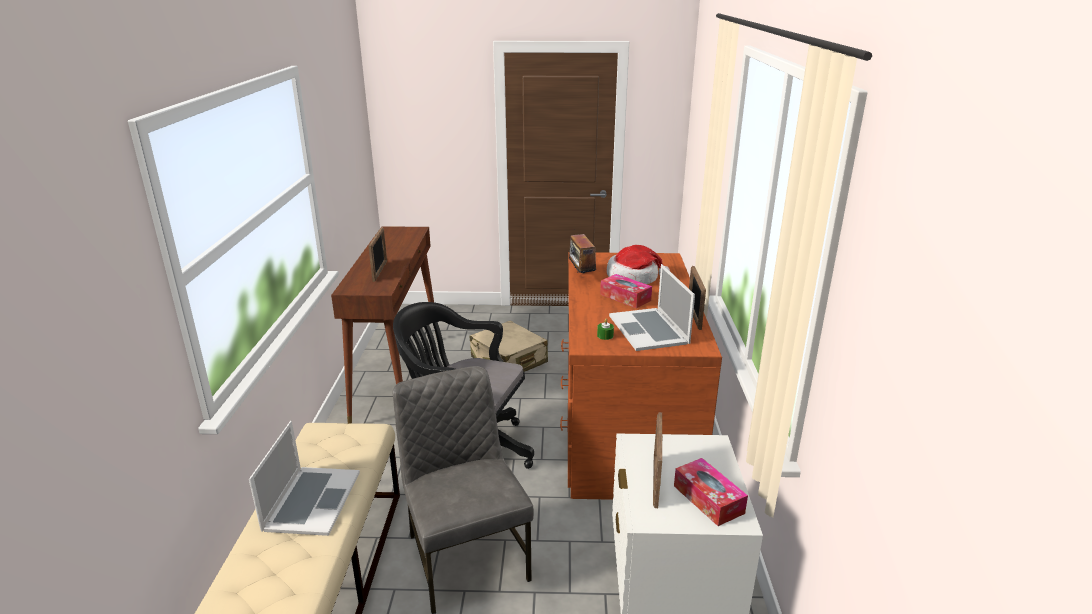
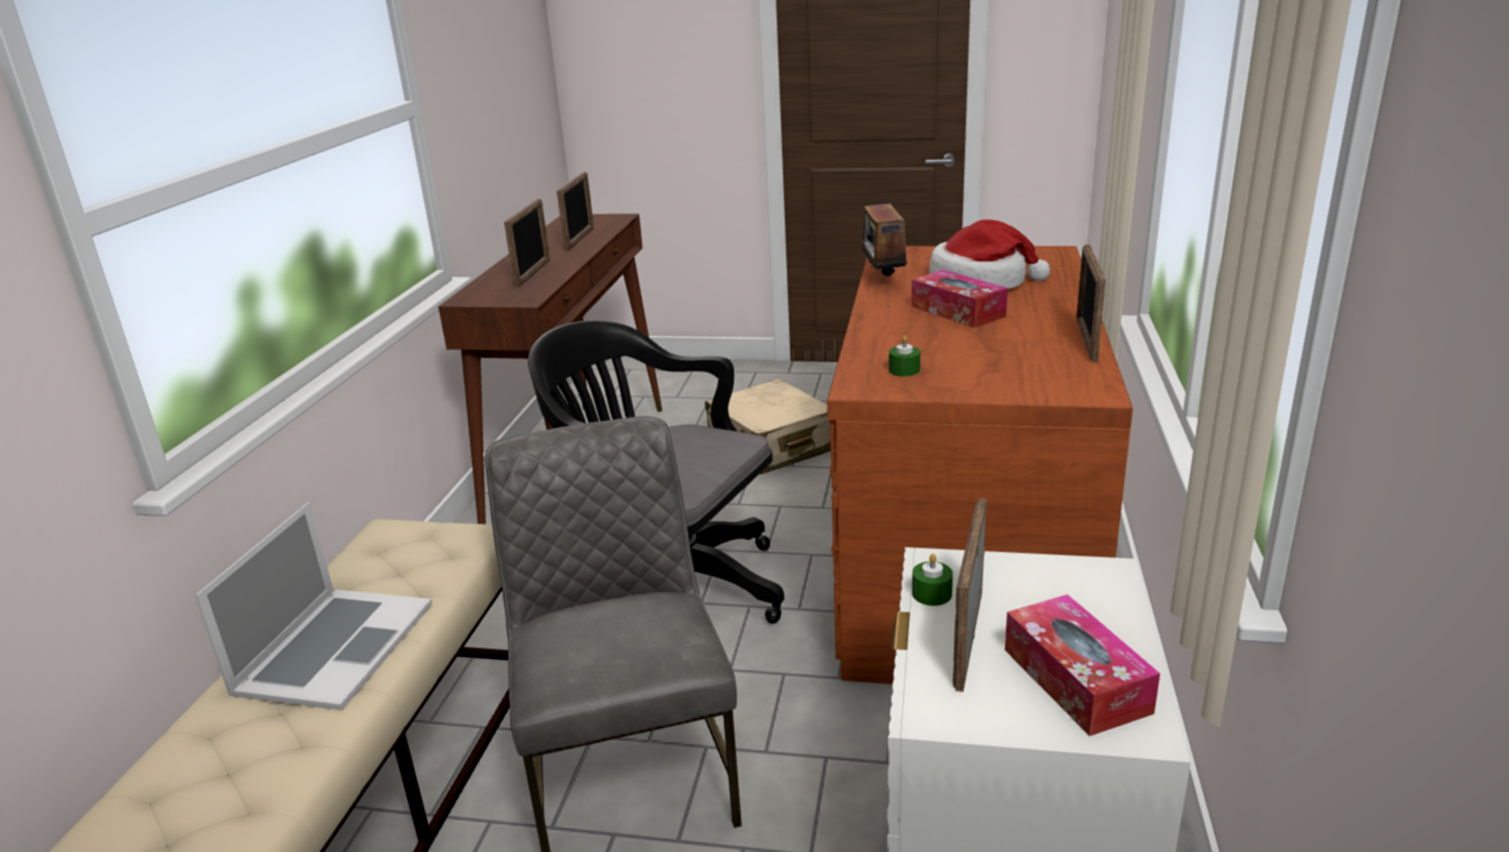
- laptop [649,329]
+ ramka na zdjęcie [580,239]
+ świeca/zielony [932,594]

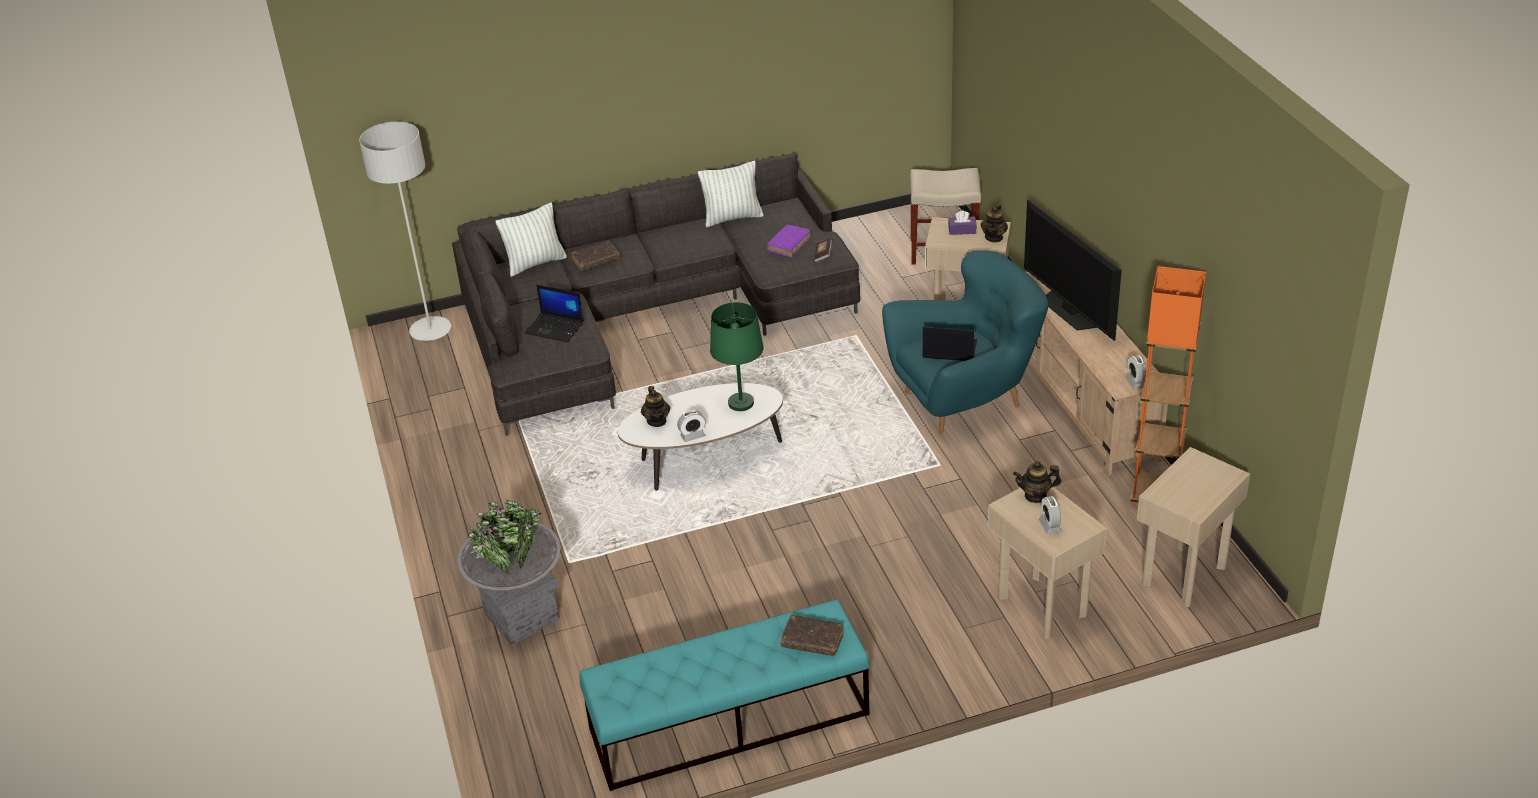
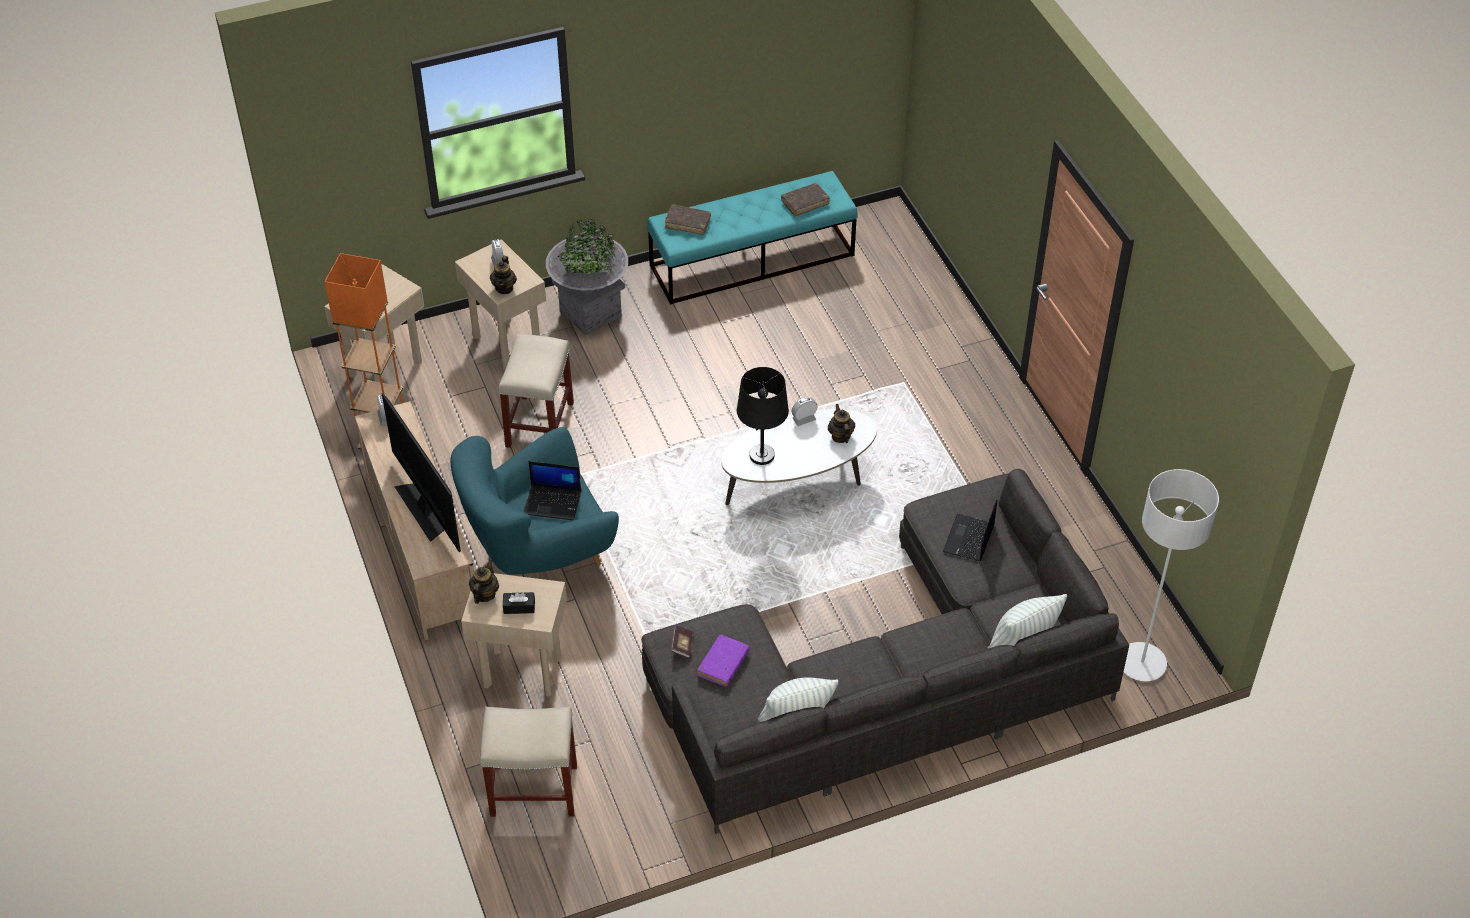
~ donica/szary [521,617] to [591,313]
~ laptop [555,328] = [969,539] 90 degrees counterclockwise
~ książka/brązowy [596,260] to [805,203]
~ lampa stołowa/zielony [741,403] to lampa stołowa/czarny [761,455]
~ pudełko chusteczek/fioletowy [962,230] to pudełko chusteczek/czarny [519,607]
~ imbryk [1036,495] = [504,288] 105 degrees clockwise
+ stołek/beżowy [539,423]

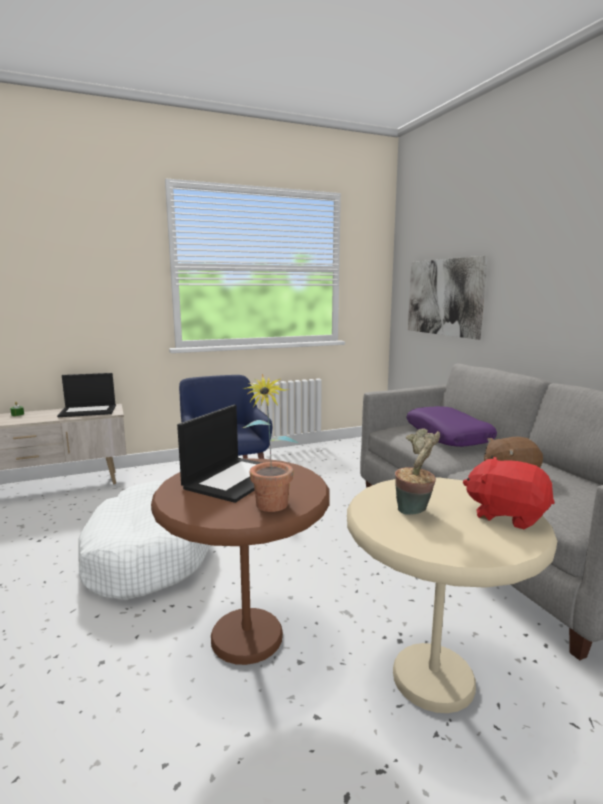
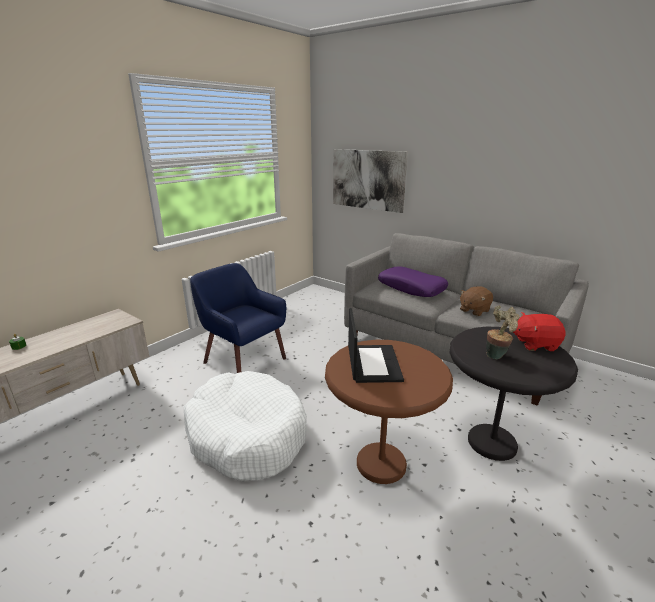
- laptop [88,411]
- roślina doniczkowa [270,509]
~ stolik/beżowy [433,678] to stolik/czarny [492,443]

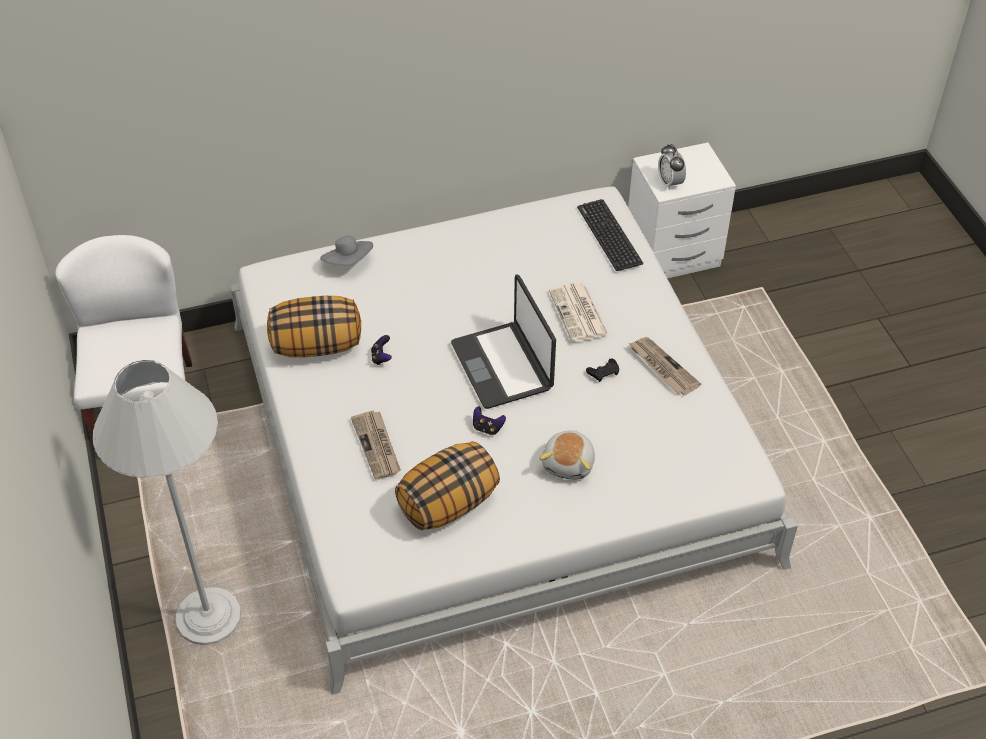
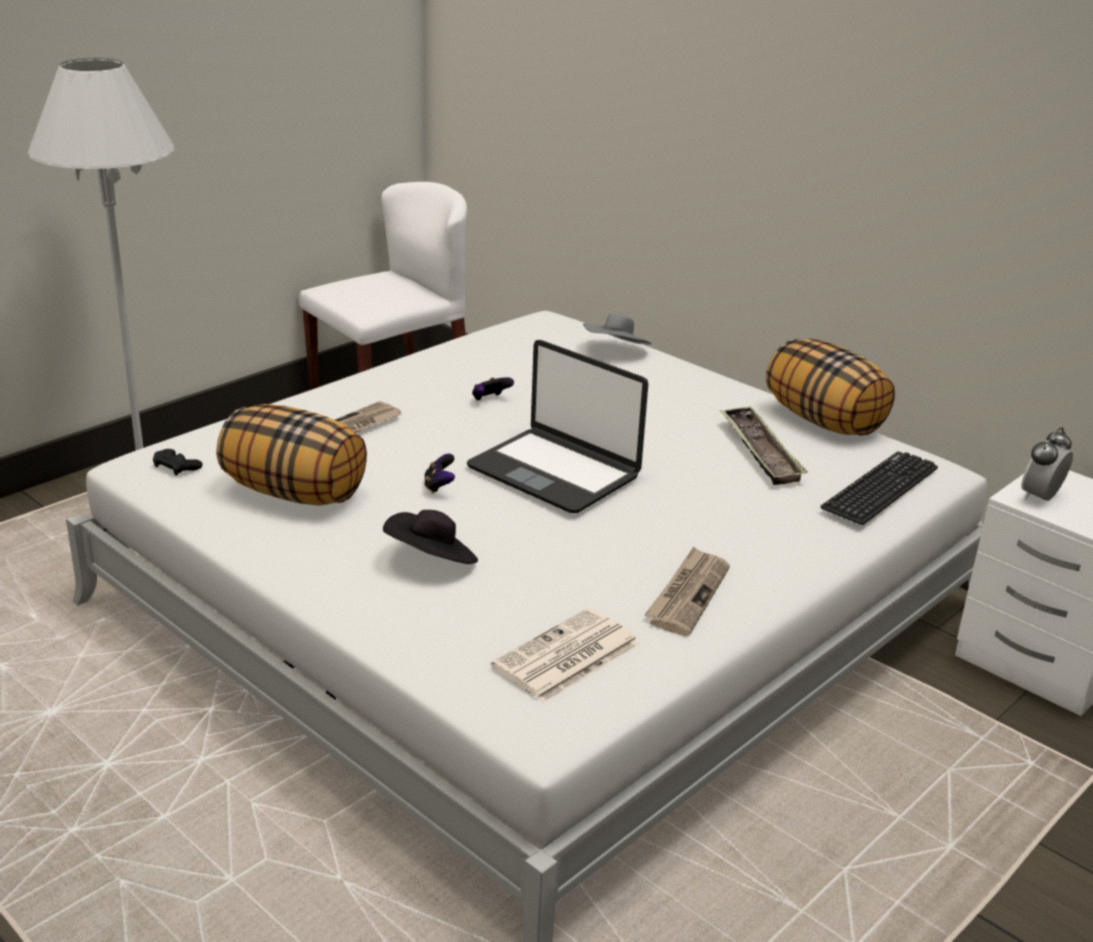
~ poduszka [317,345] to [824,421]
~ laptop [503,366] = [555,472] 90 degrees counterclockwise
~ pluszak [569,463] to kapelusz/czarny [432,561]
~ gazeta [579,314] to [566,657]
~ pad do gier/czarny [603,372] to [176,467]
+ taca [760,451]

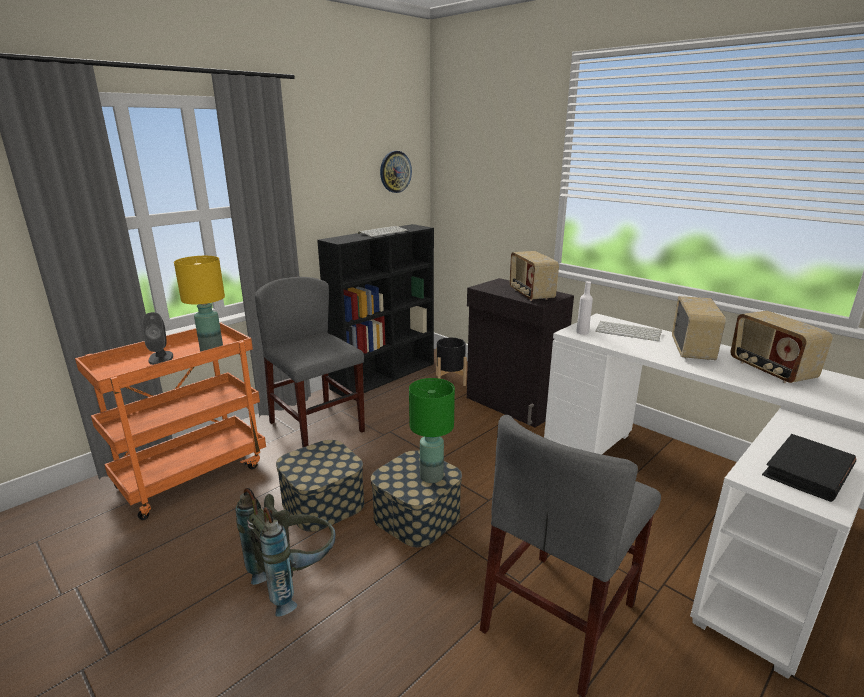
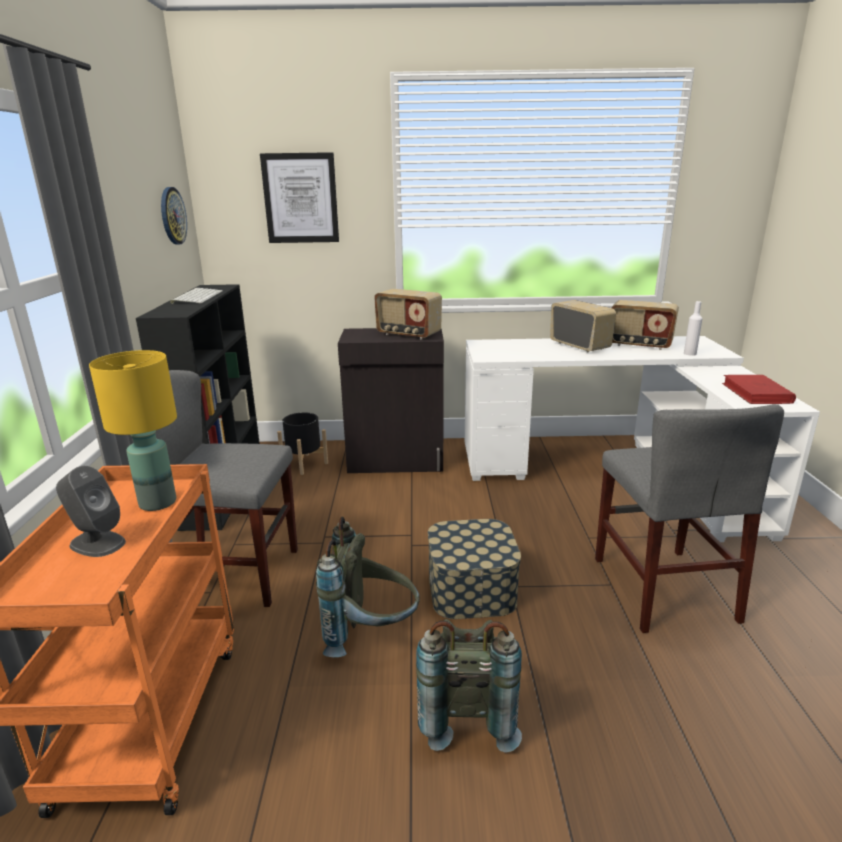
~ pojemnik do przechowywania [323,502] to plecak/szary [371,635]
- lampa stołowa/zielony [431,476]
~ butelka/biały [582,332] to [690,353]
- klawiatura [629,332]
~ książka/czarny [808,471] to książka/czerwony [756,393]
+ obraz [300,198]

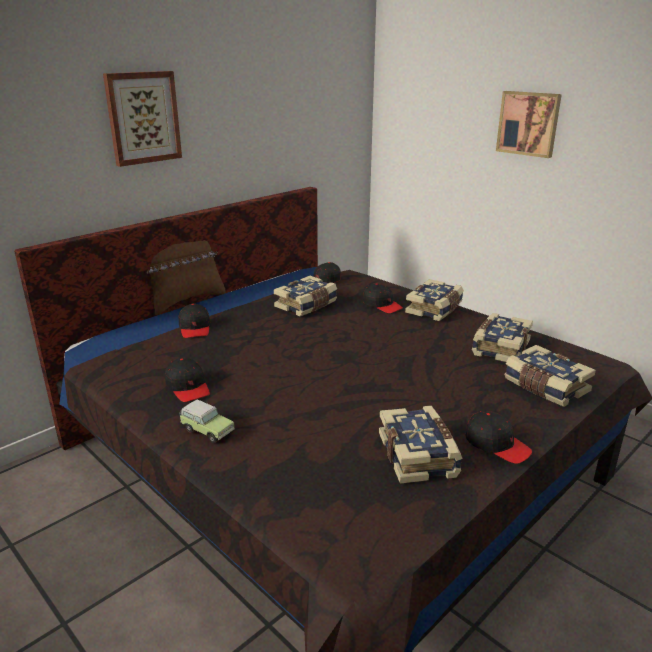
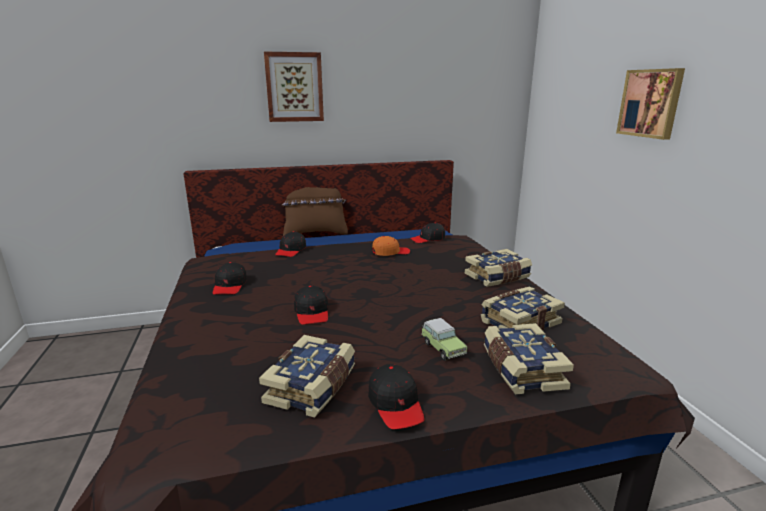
~ samochodzik [206,430] to [442,348]
~ książka [307,305] to czapka z daszkiem/pomarańczowy [390,252]
~ czapka z daszkiem/czarny [382,305] to [312,312]

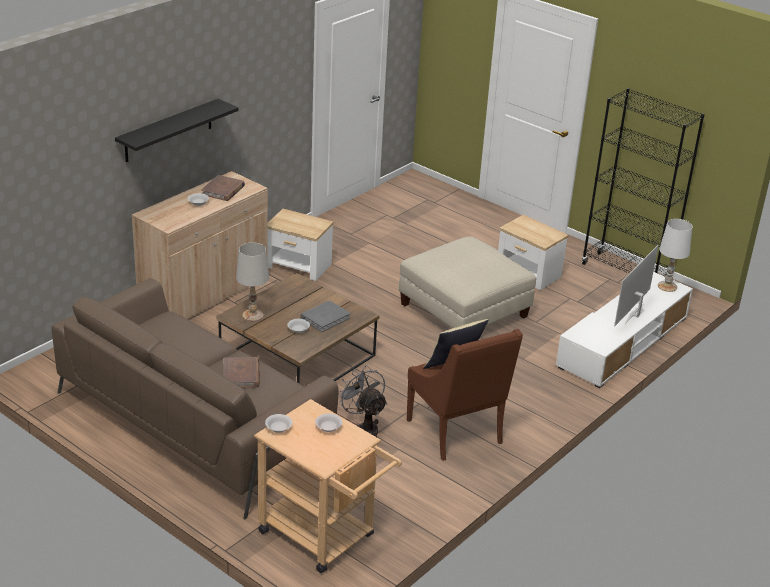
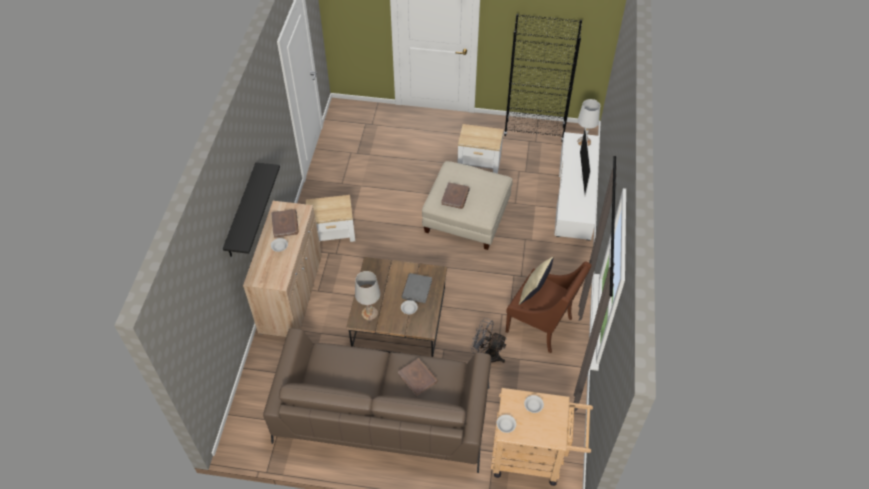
+ książka/brązowy [455,197]

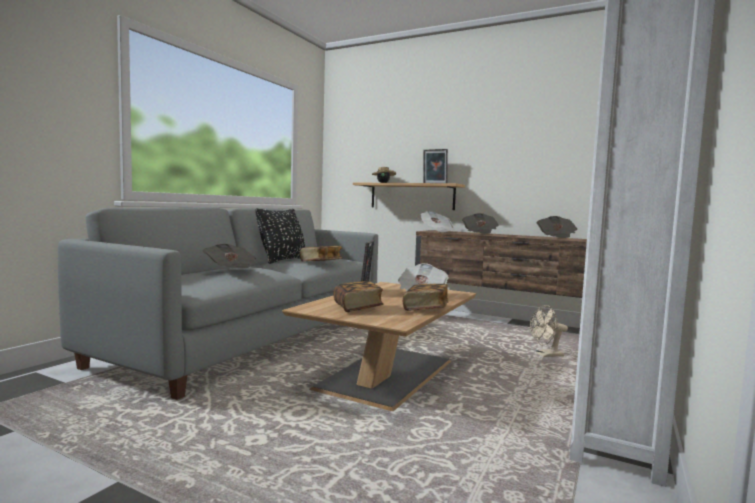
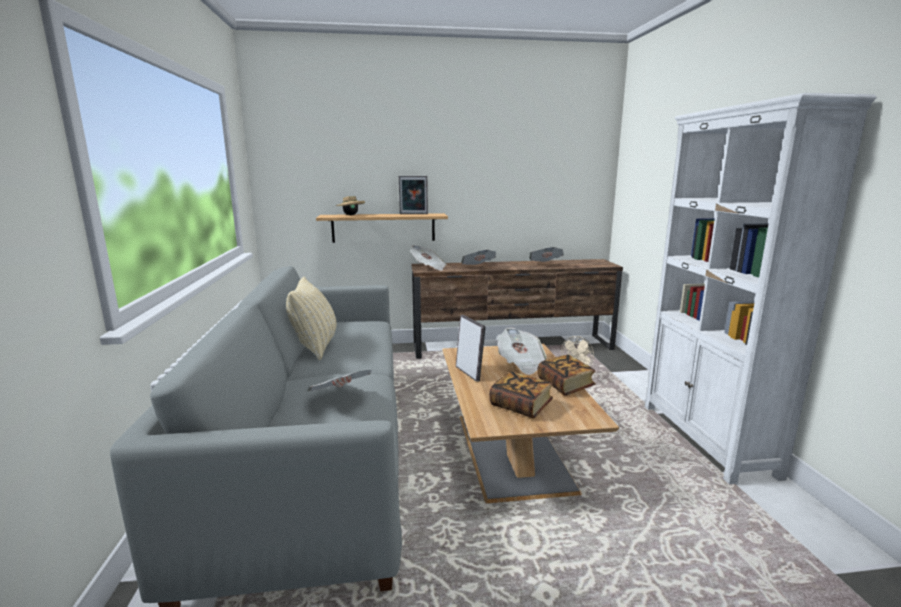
~ poduszka/czarny [282,260] to poduszka/beżowy [315,347]
- książka [321,262]

